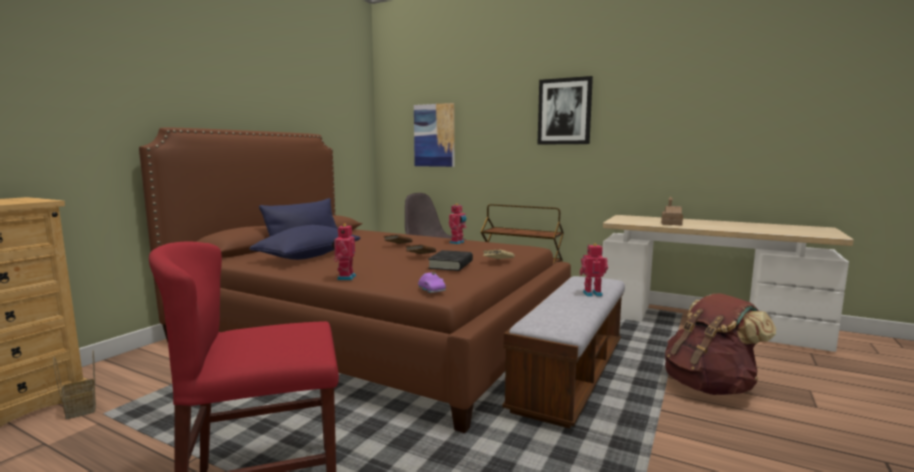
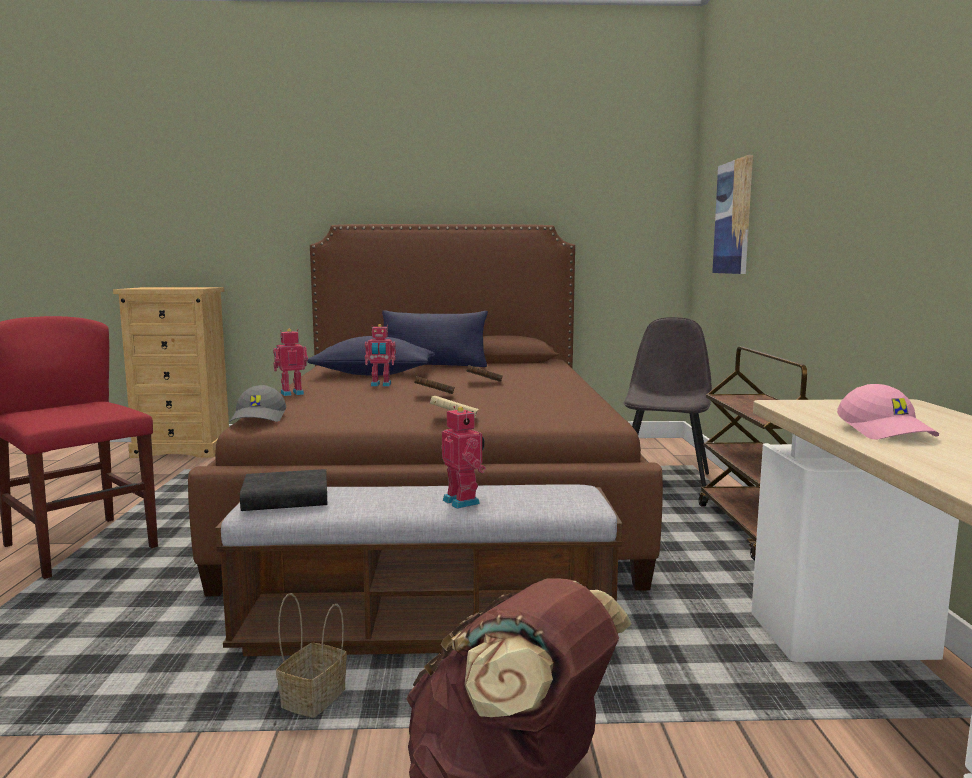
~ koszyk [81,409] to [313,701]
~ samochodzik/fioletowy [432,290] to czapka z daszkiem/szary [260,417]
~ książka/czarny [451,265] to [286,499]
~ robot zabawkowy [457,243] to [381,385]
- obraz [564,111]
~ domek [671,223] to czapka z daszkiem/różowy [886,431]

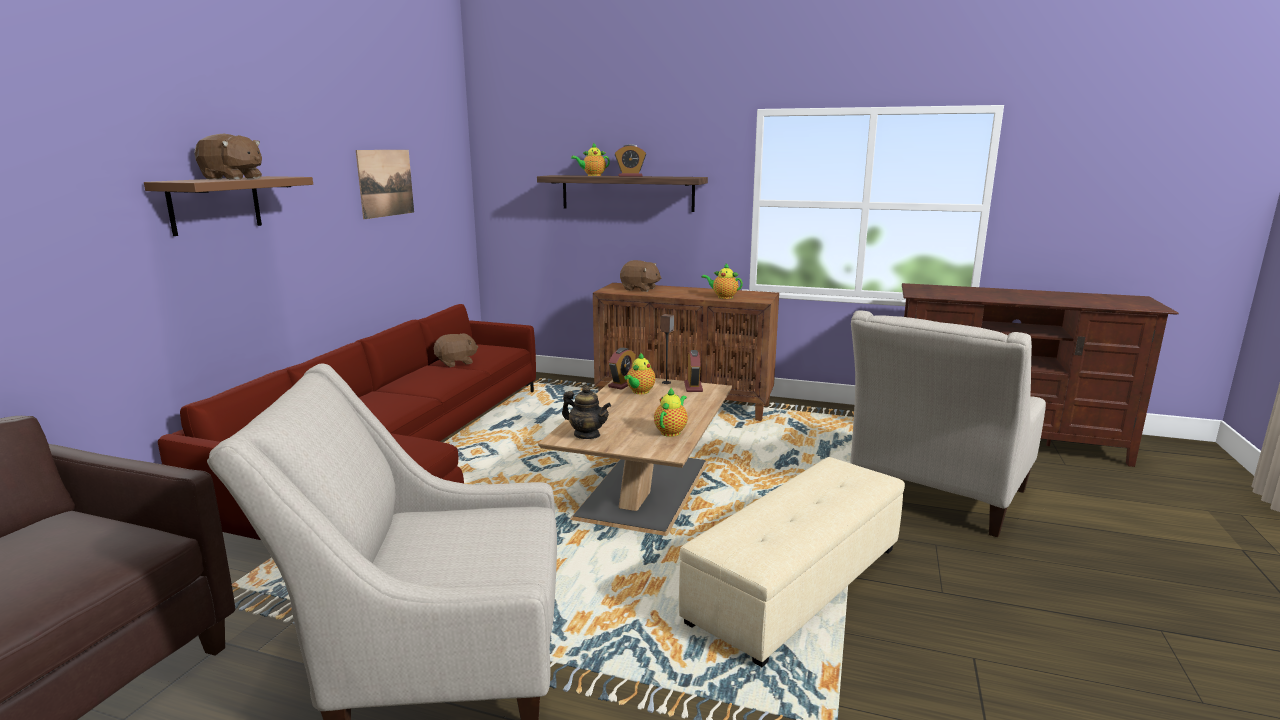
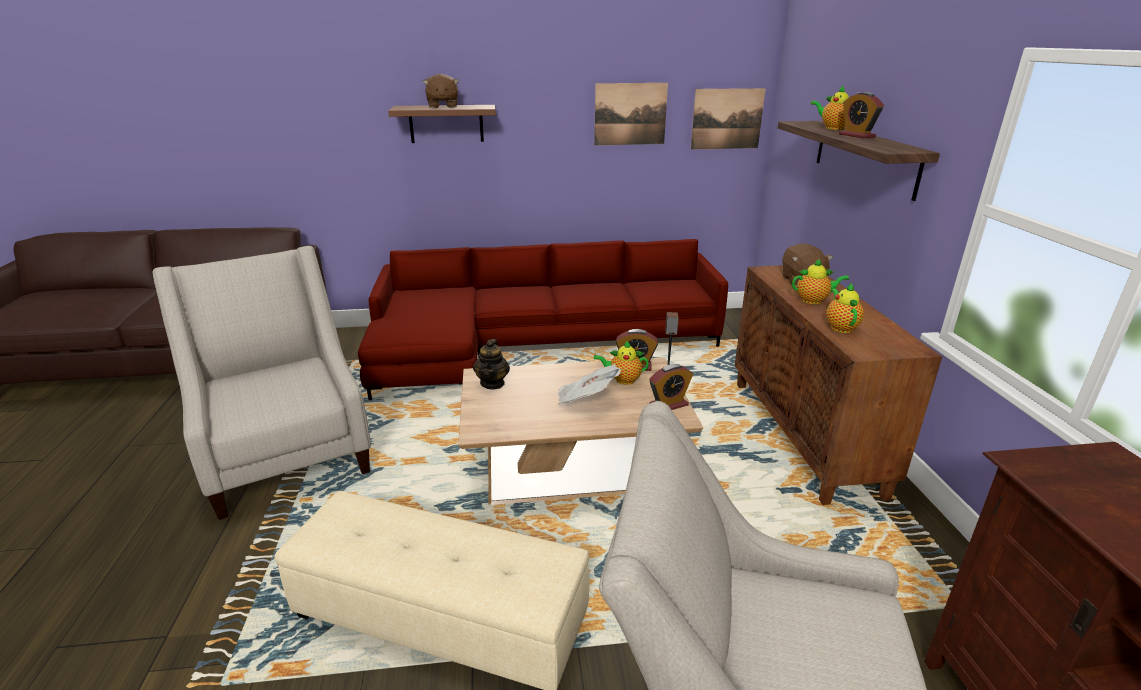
- pluszak/brązowy [456,363]
~ imbryk [671,431] to [813,300]
+ gazeta [586,399]
+ obraz [727,119]

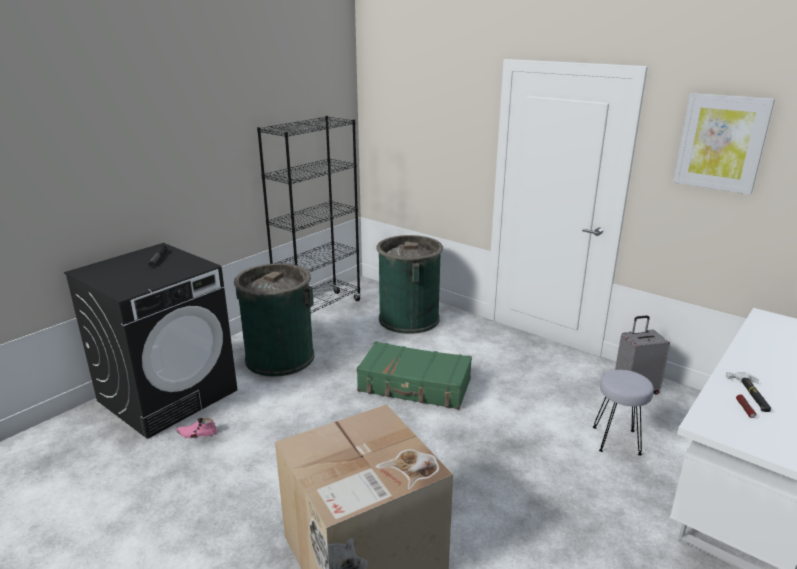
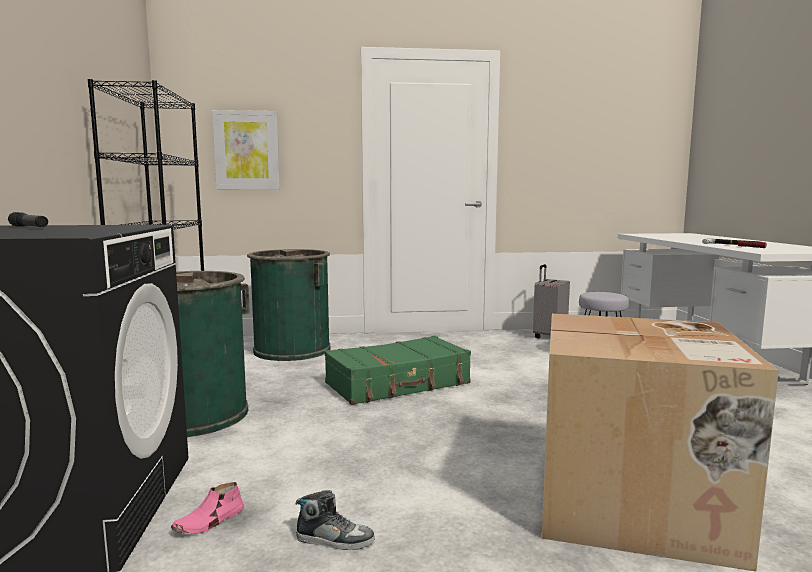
~ obraz [721,142] to [247,150]
+ but [334,539]

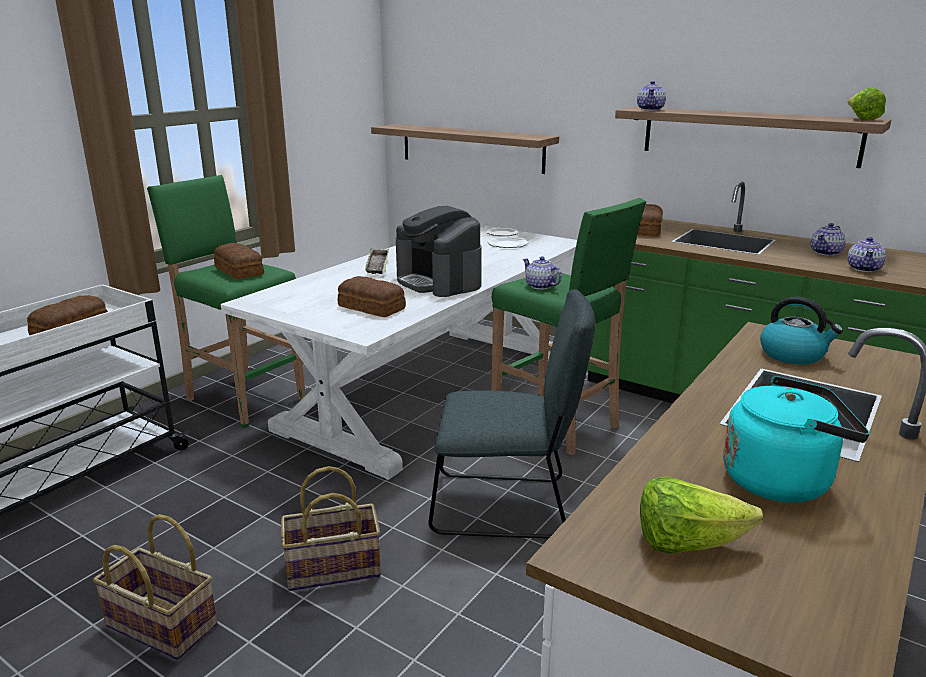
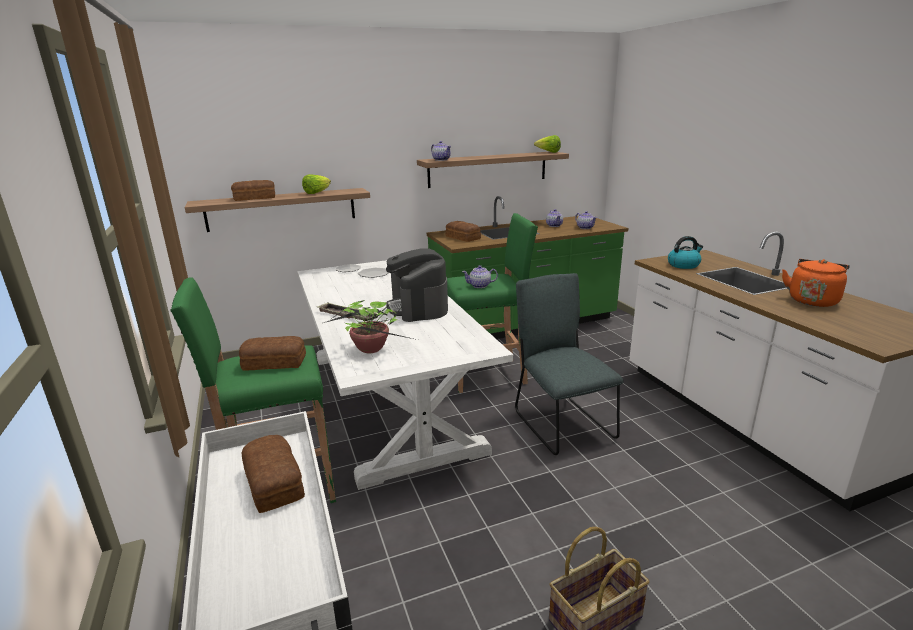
- koszyk [333,569]
~ chleb [371,308] to [255,198]
~ ekspres do kawy [439,282] = [418,307] 75 degrees clockwise
~ krzesło/szary [507,506] = [561,422] 60 degrees counterclockwise
~ sałata [686,543] to [317,193]
~ czajnik/turkusowy [782,480] to czajnik/pomarańczowy [812,300]
+ roślina doniczkowa [372,350]

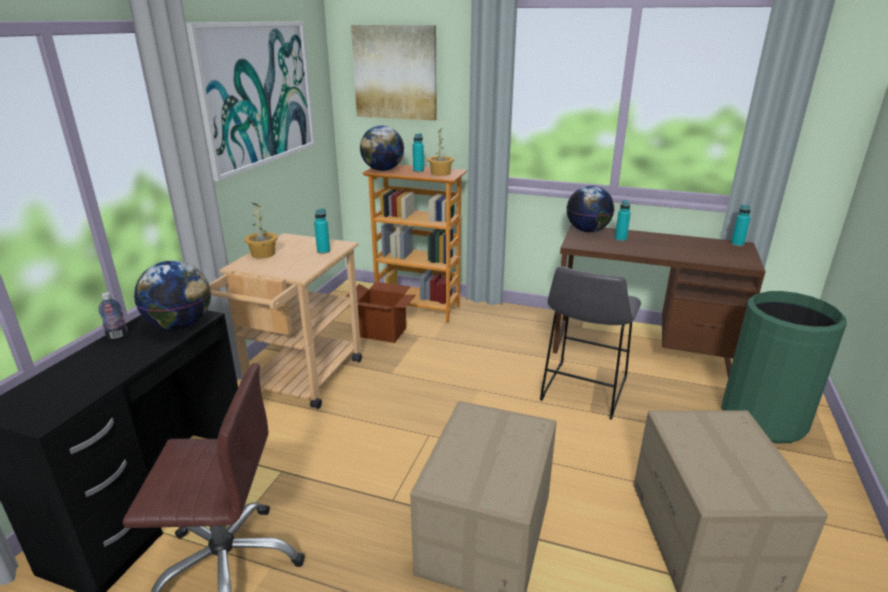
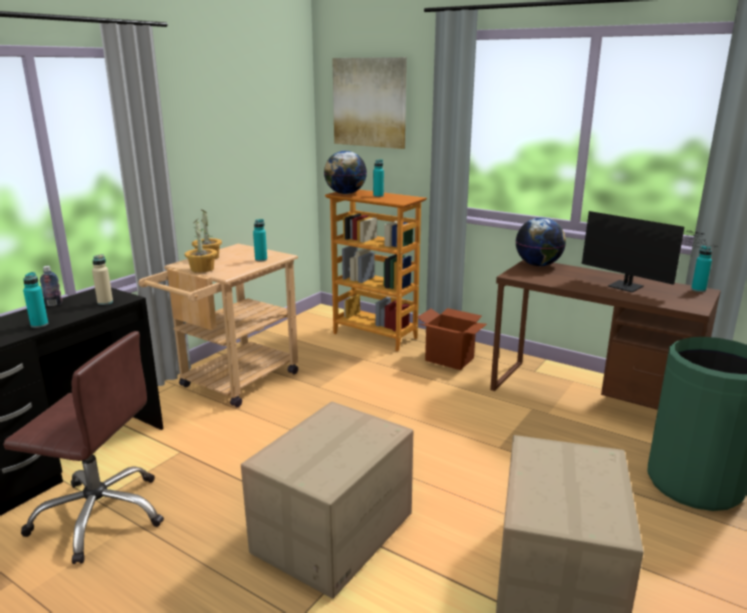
~ globus [180,325] to butelka/beżowy [105,302]
- obraz [256,94]
~ karton [383,332] to [450,359]
~ roślina doniczkowa [441,173] to [202,269]
- stołek/szary [582,391]
~ butelka/turkusowy [620,239] to [39,325]
+ monitor [629,288]

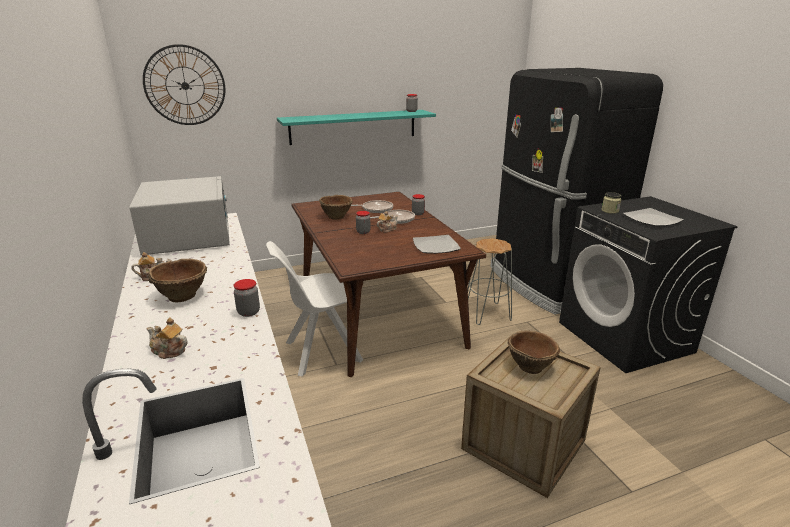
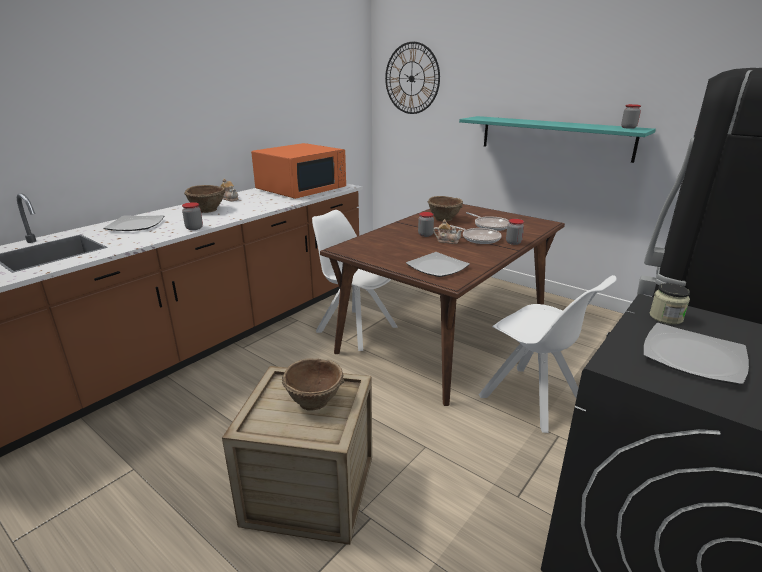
~ mikrofalówka/biały [189,236] to mikrofalówka/pomarańczowy [302,188]
~ imbryk [168,351] to talerz [135,225]
~ stołek/szary [487,314] to krzesło/biały [533,399]

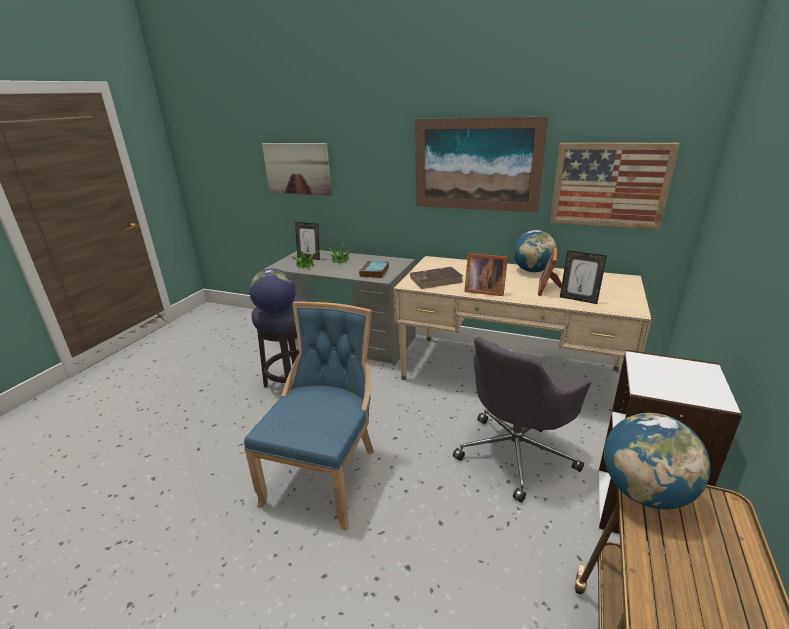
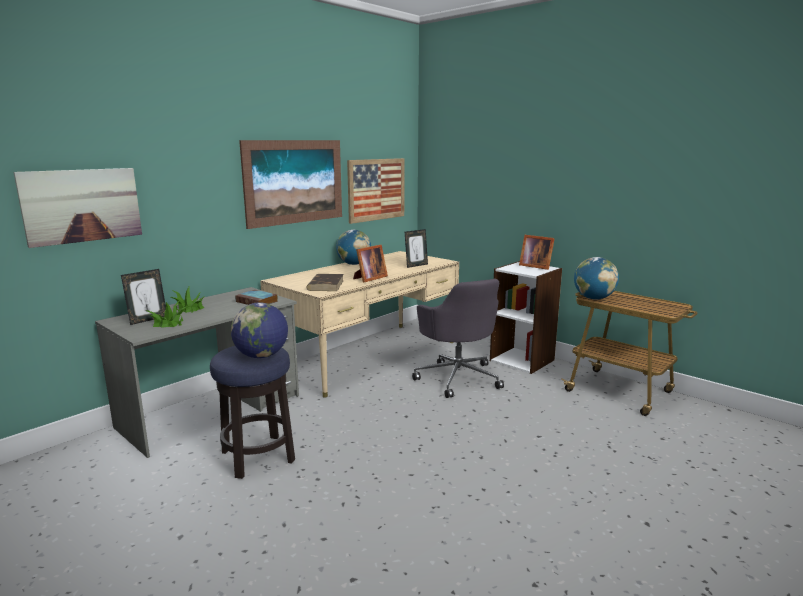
- krzesło/niebieski [326,474]
~ ramka na zdjęcie [548,288] to [535,266]

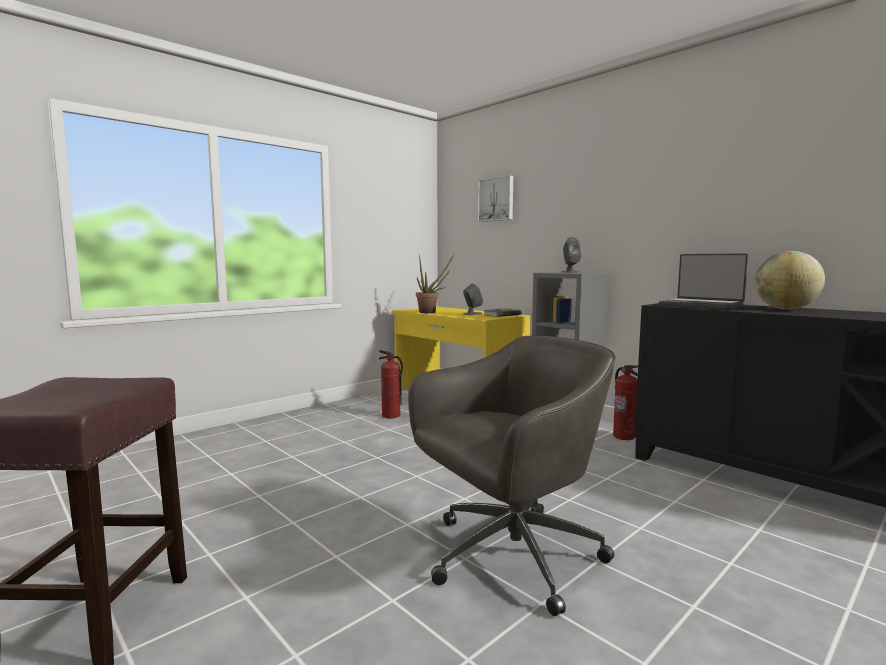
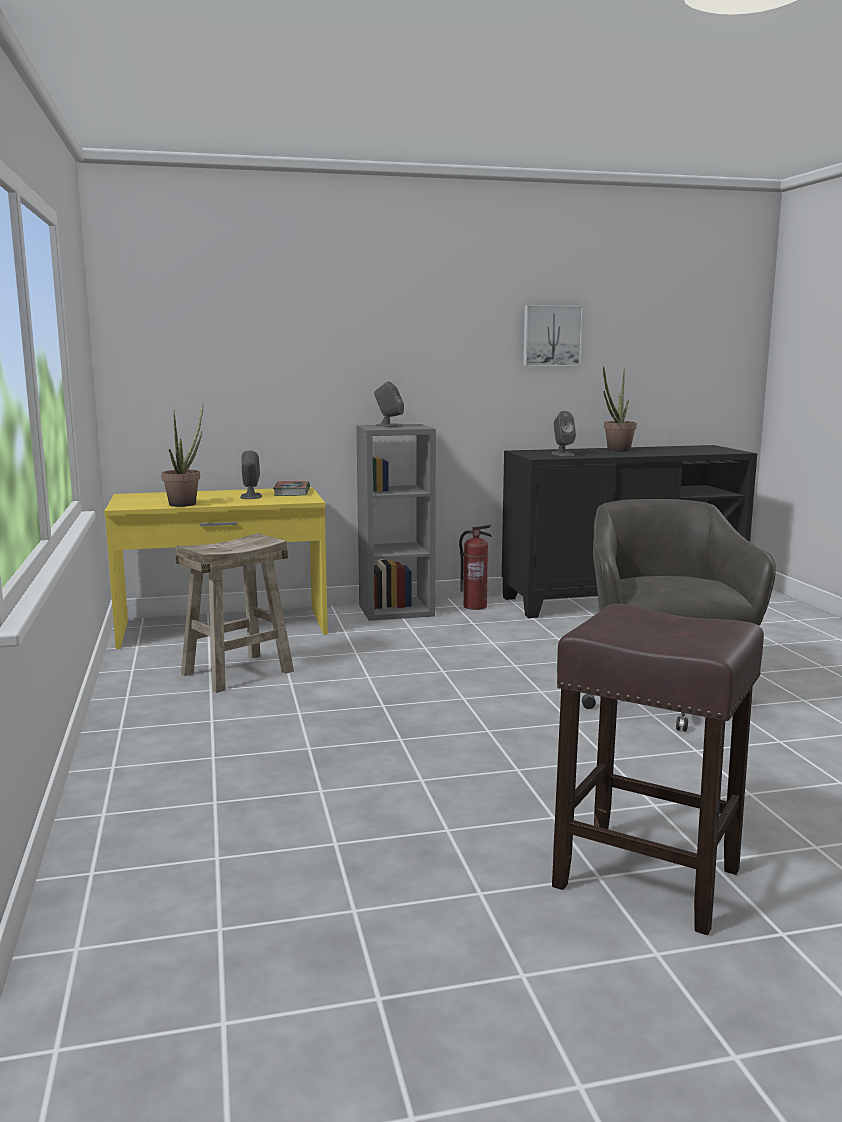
~ gaśnica [390,416] to stołek/beżowy [237,673]
~ obraz [496,199] to [551,336]
~ laptop [701,305] to głośnik/szary [562,454]
~ globus [785,309] to roślina doniczkowa [616,451]

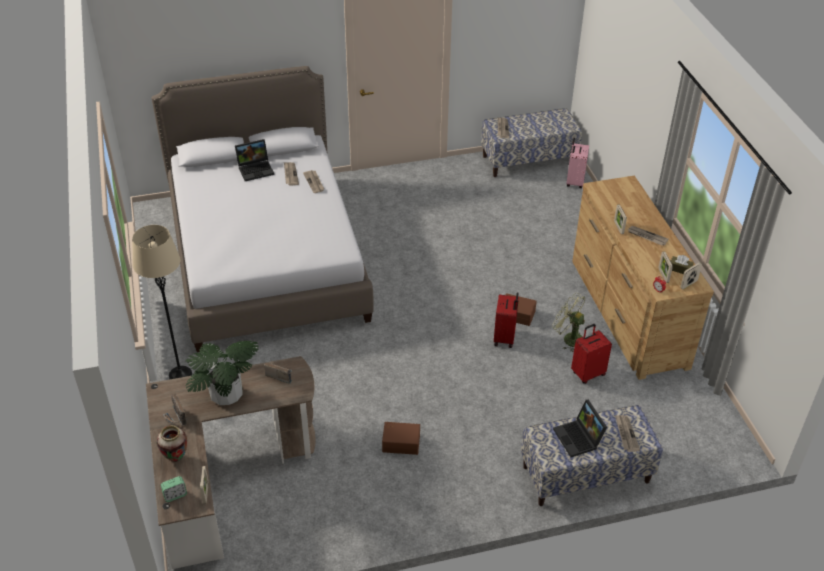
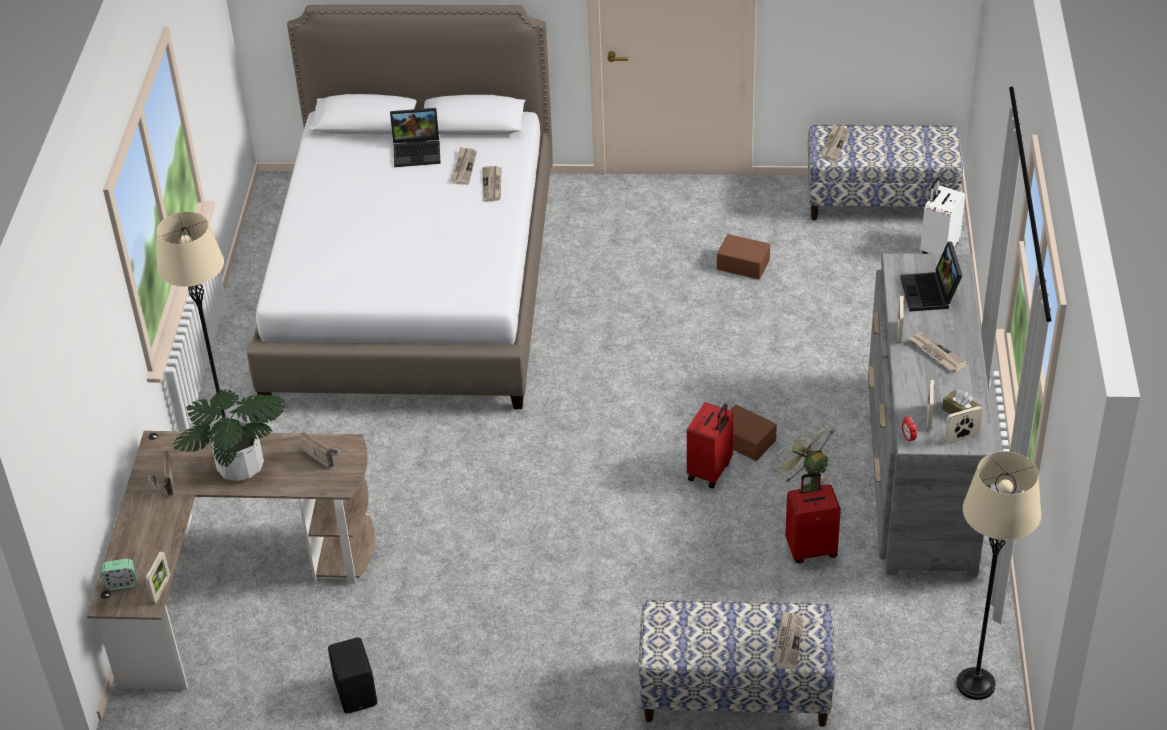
- wazon [176,458]
~ pojemnik do przechowywania/brązowy [401,442] to [743,263]
~ laptop [579,438] to [931,293]
~ walizka/różowy [574,182] to walizka/biały [938,249]
~ komoda/brązowy [627,312] to komoda/szary [920,470]
+ głośnik/czarny [357,691]
+ lampa stojąca/beżowy [975,684]

